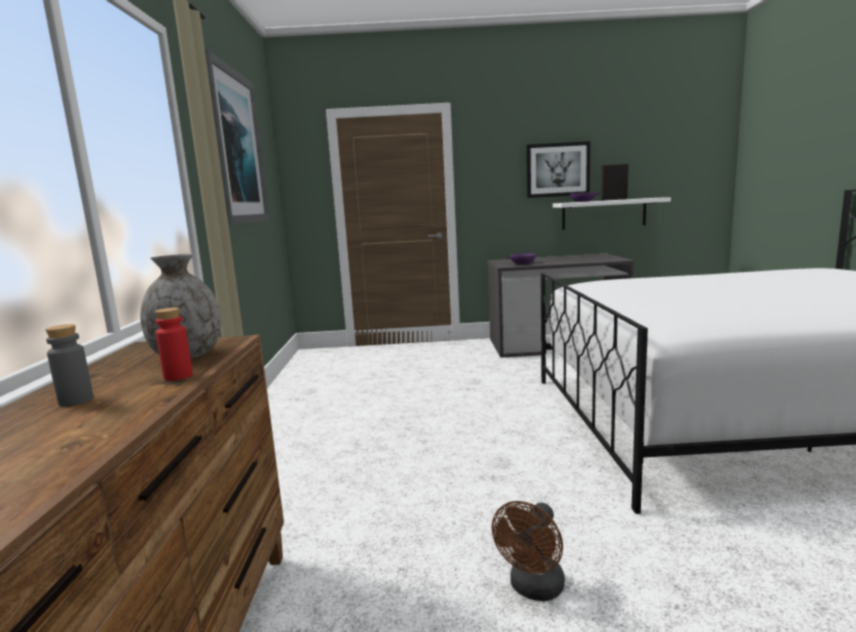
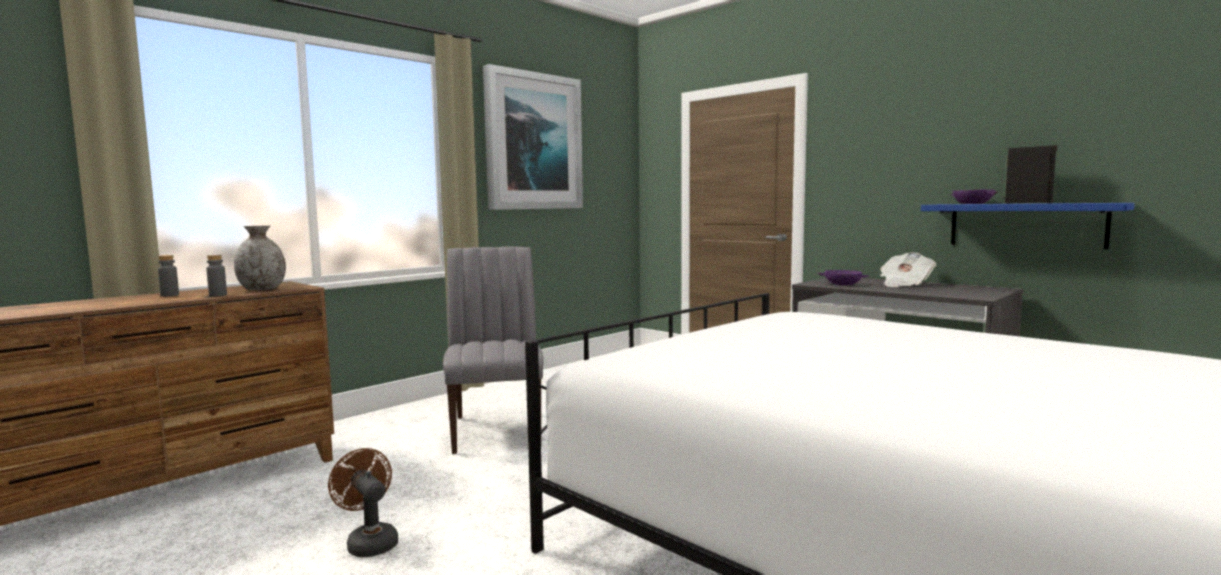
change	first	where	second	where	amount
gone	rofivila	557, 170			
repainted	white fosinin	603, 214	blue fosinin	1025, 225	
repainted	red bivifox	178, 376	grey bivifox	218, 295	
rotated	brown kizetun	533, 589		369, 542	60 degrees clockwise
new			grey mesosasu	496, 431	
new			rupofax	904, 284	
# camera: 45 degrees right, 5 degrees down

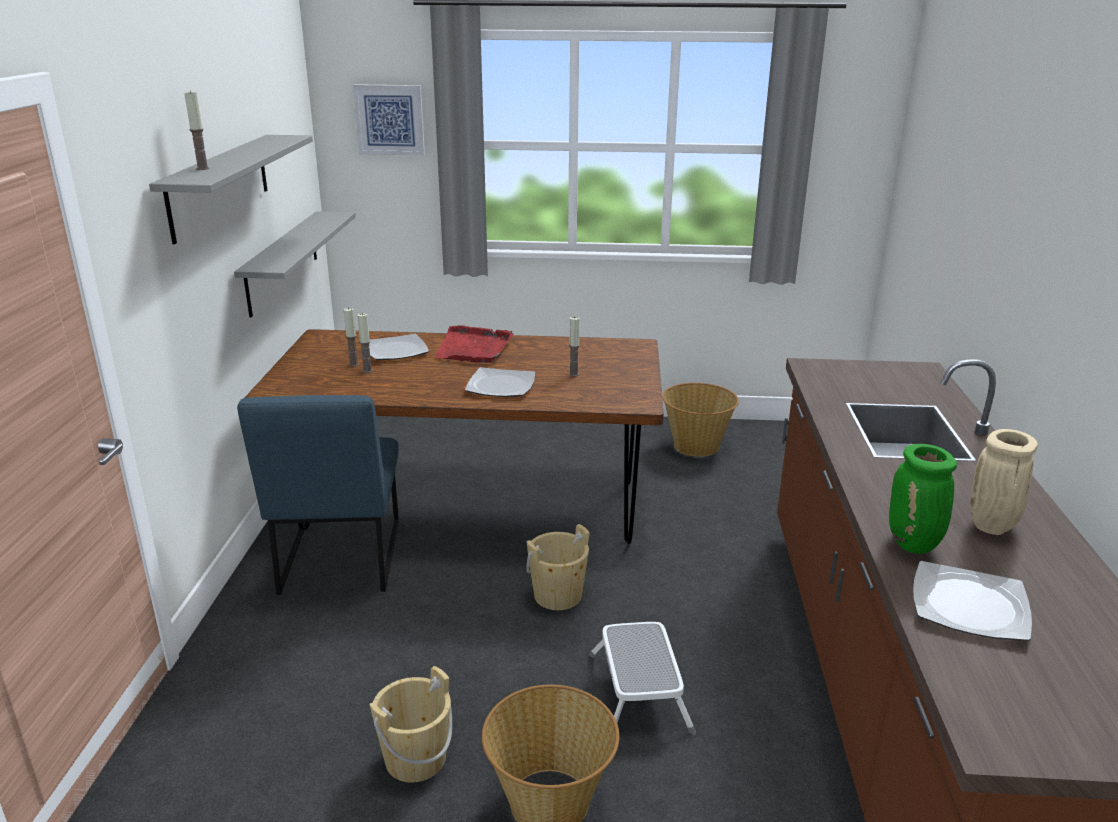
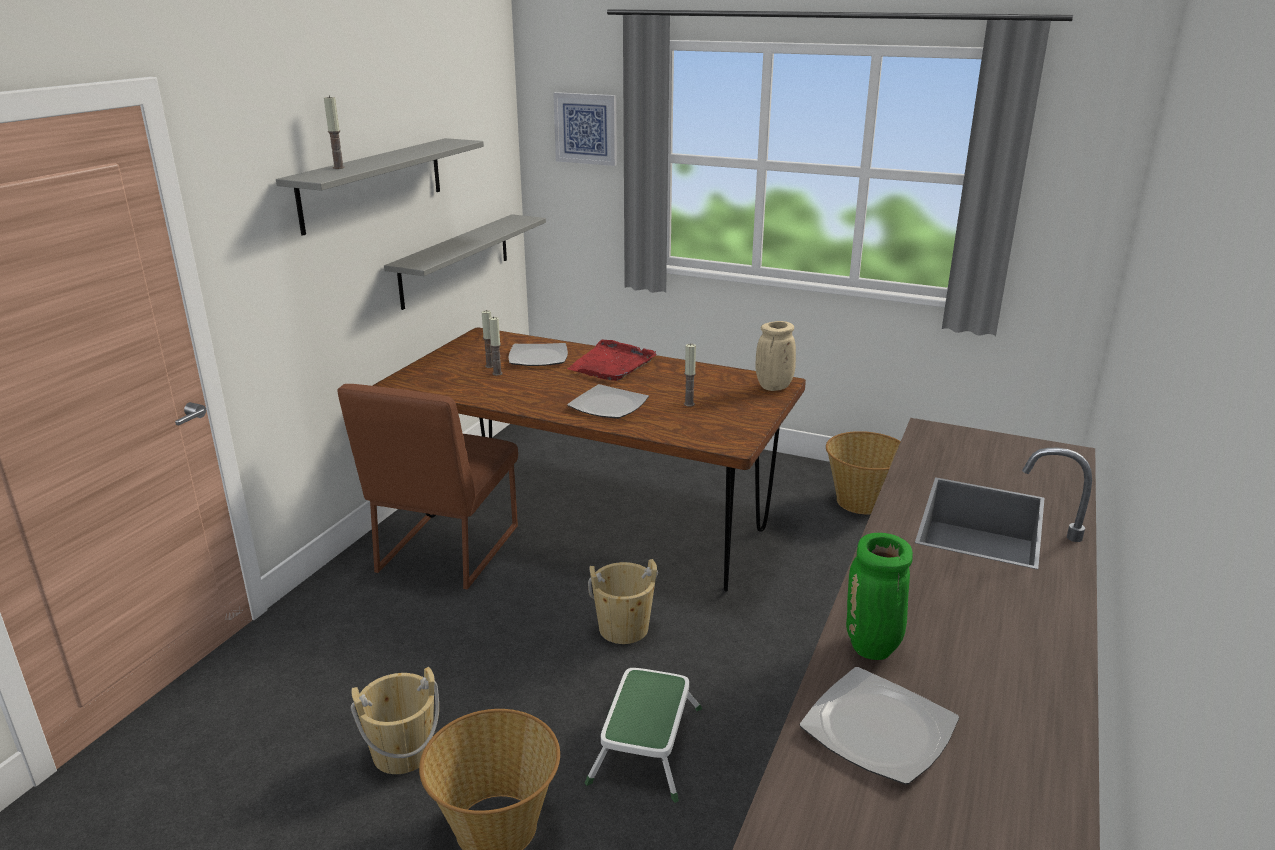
change	first	where	second	where	amount
repainted	blue mesosasu	339, 559	brown mesosasu	445, 550	
shifted	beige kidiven	992, 527		773, 388	
repainted	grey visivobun	638, 692	green visivobun	645, 744	
# camera: 20 degrees right, 0 degrees up

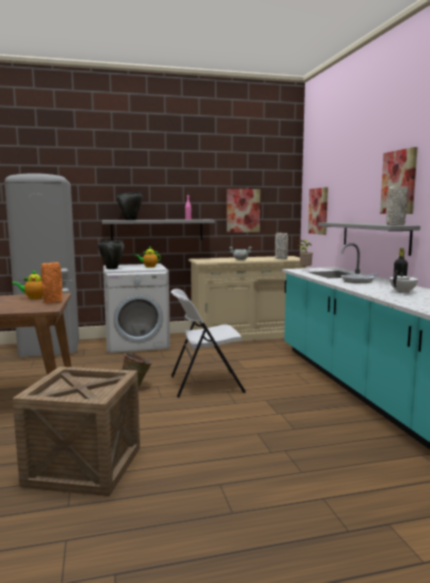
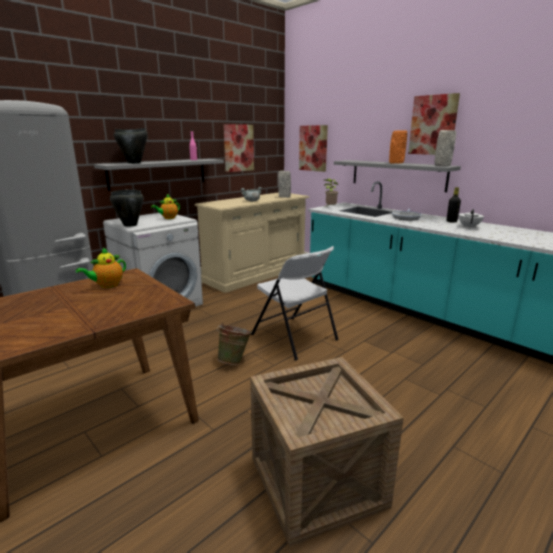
change	first	where	second	where	amount
shifted	orange kidiven	53, 301		396, 163	
rotated	white mesosasu	206, 384		294, 337	90 degrees counterclockwise
# camera: 30 degrees left, 10 degrees up

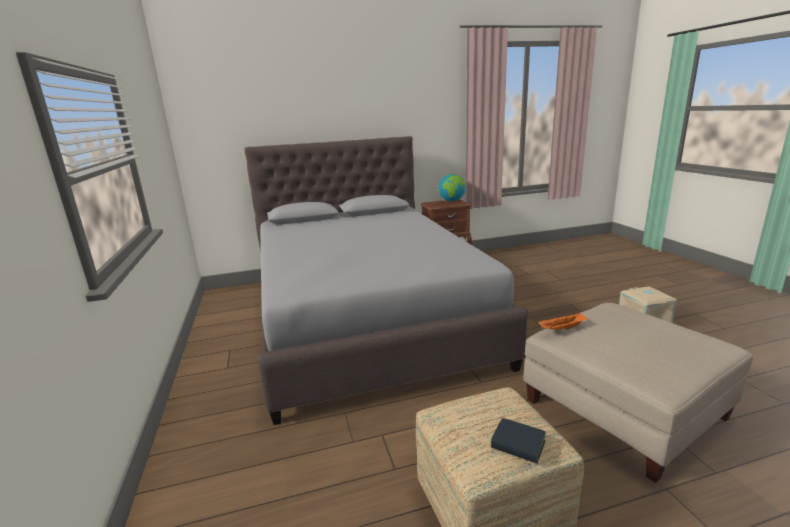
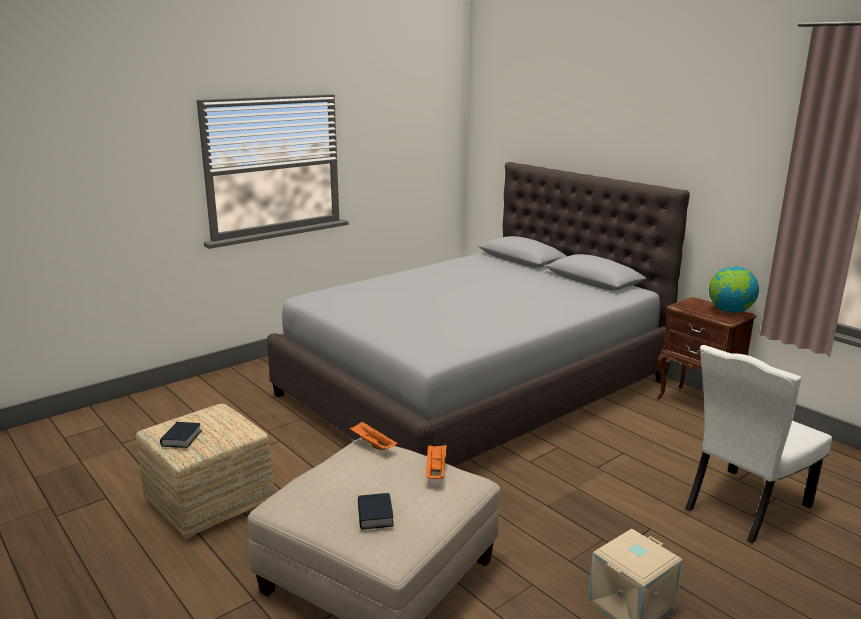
change	first	where	second	where	amount
new			white mesosasu	746, 505	
new			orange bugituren	435, 470	
new			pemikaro	375, 515	
# camera: 65 degrees right, 0 degrees up

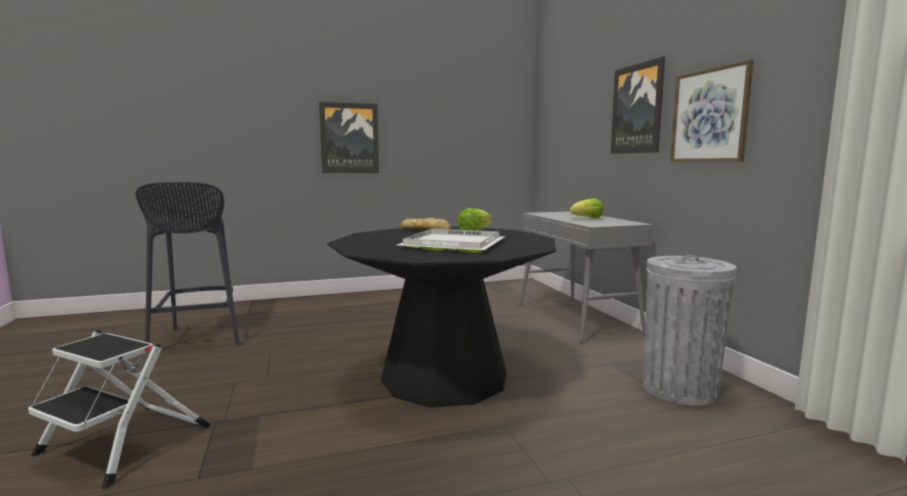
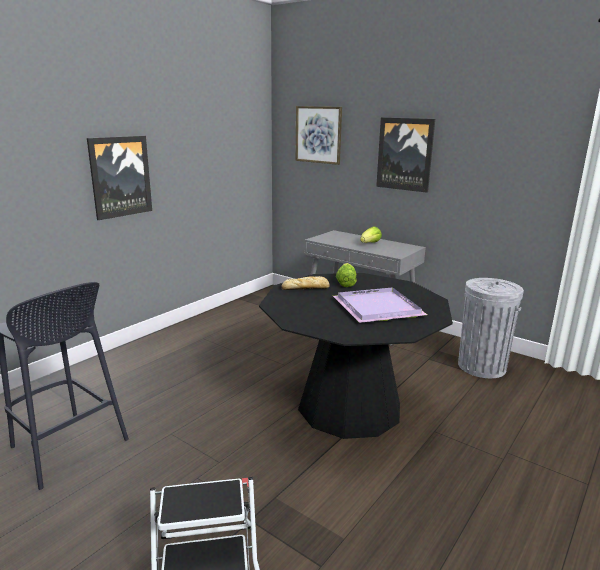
change	first	where	second	where	amount
shifted	rofivila	709, 116		318, 134	
repainted	white bugituren	454, 245	purple bugituren	379, 308	
# camera: 35 degrees left, 10 degrees up

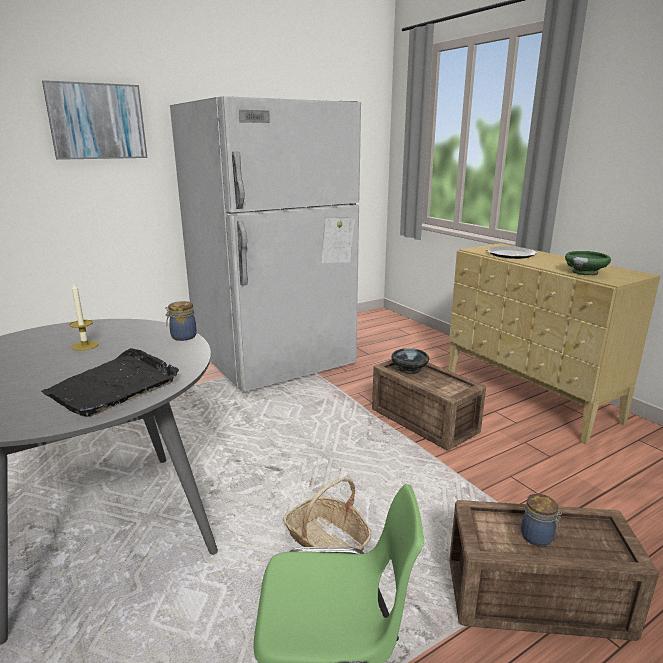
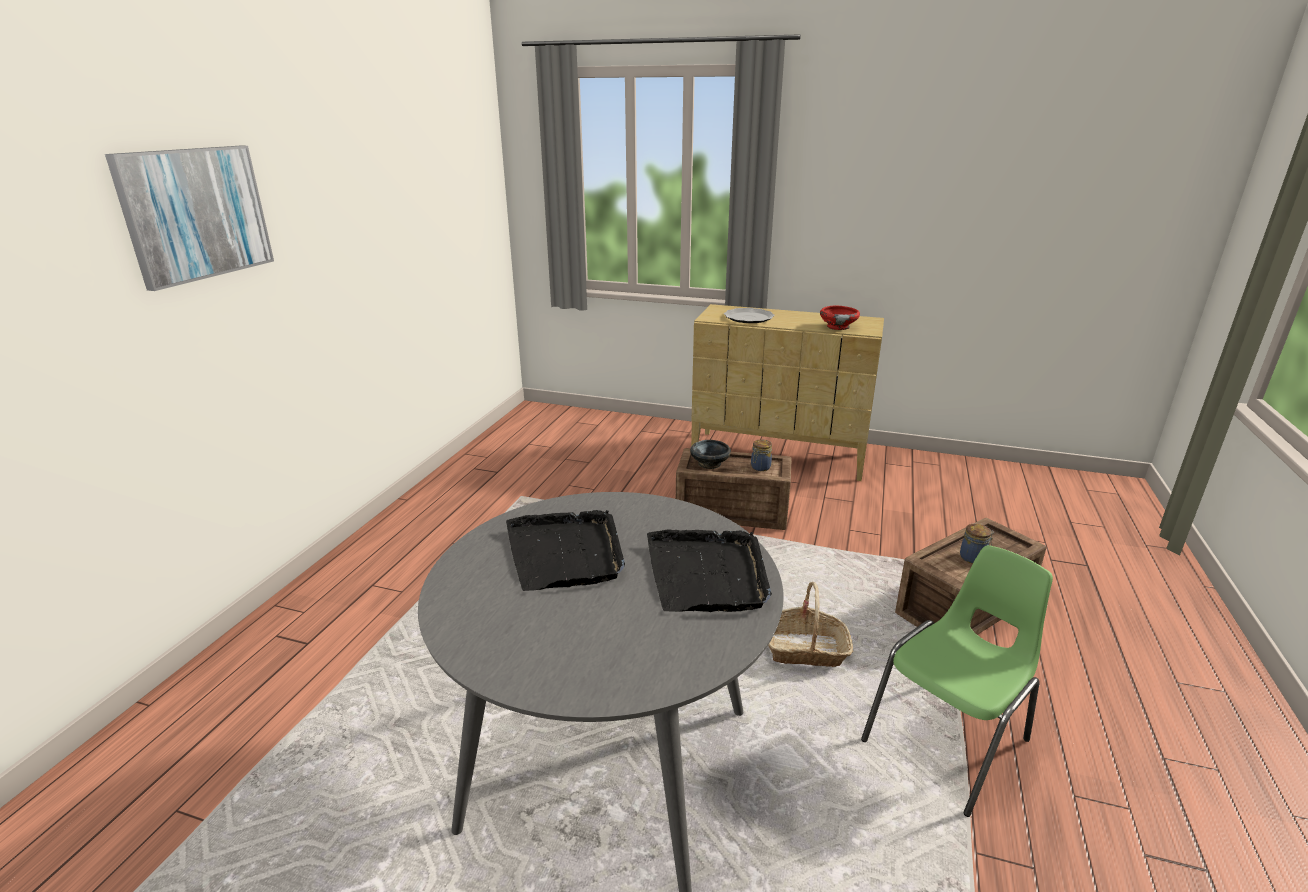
change	first	where	second	where	amount
gone	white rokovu	274, 356			
repainted	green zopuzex	585, 272	red zopuzex	838, 327	
swapped	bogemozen	85, 346	black bugituren	566, 553	
shifted	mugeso	182, 337		760, 467	
# camera: 40 degrees left, 5 degrees up

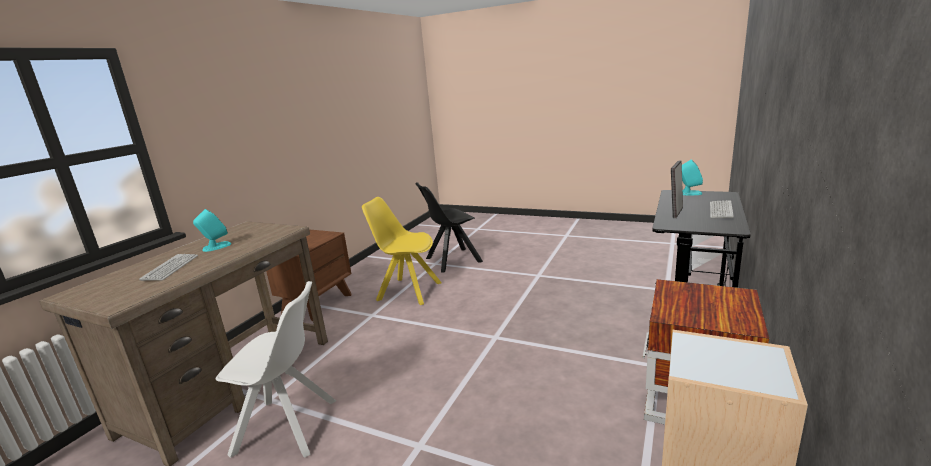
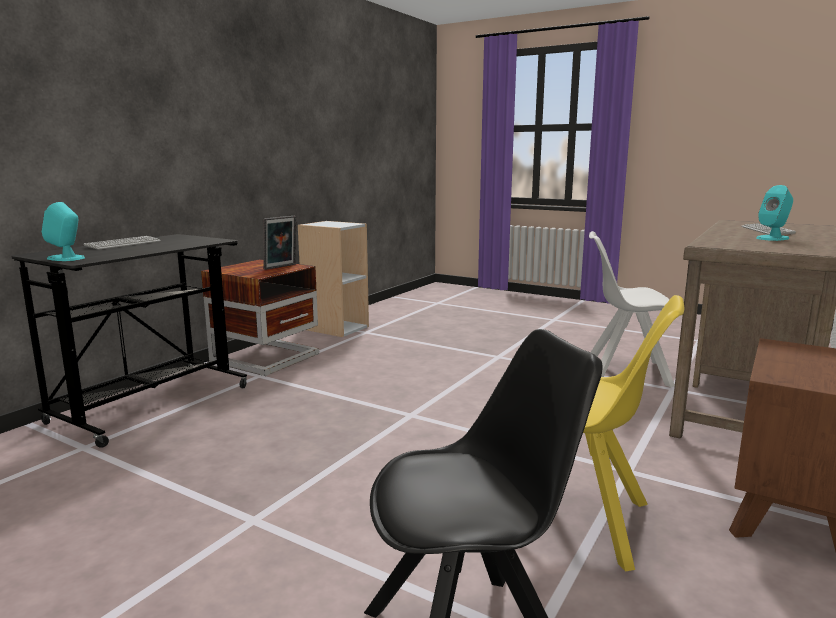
change	first	where	second	where	amount
shifted	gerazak	675, 212		281, 267	
# camera: 175 degrees left, 5 degrees down

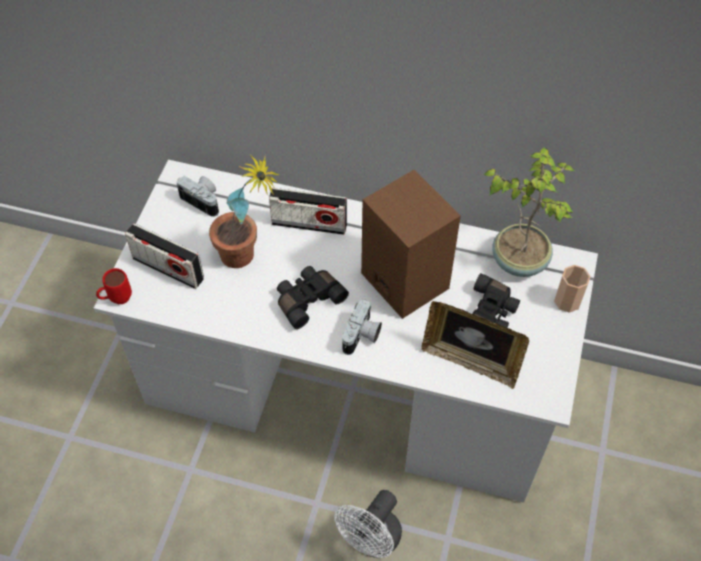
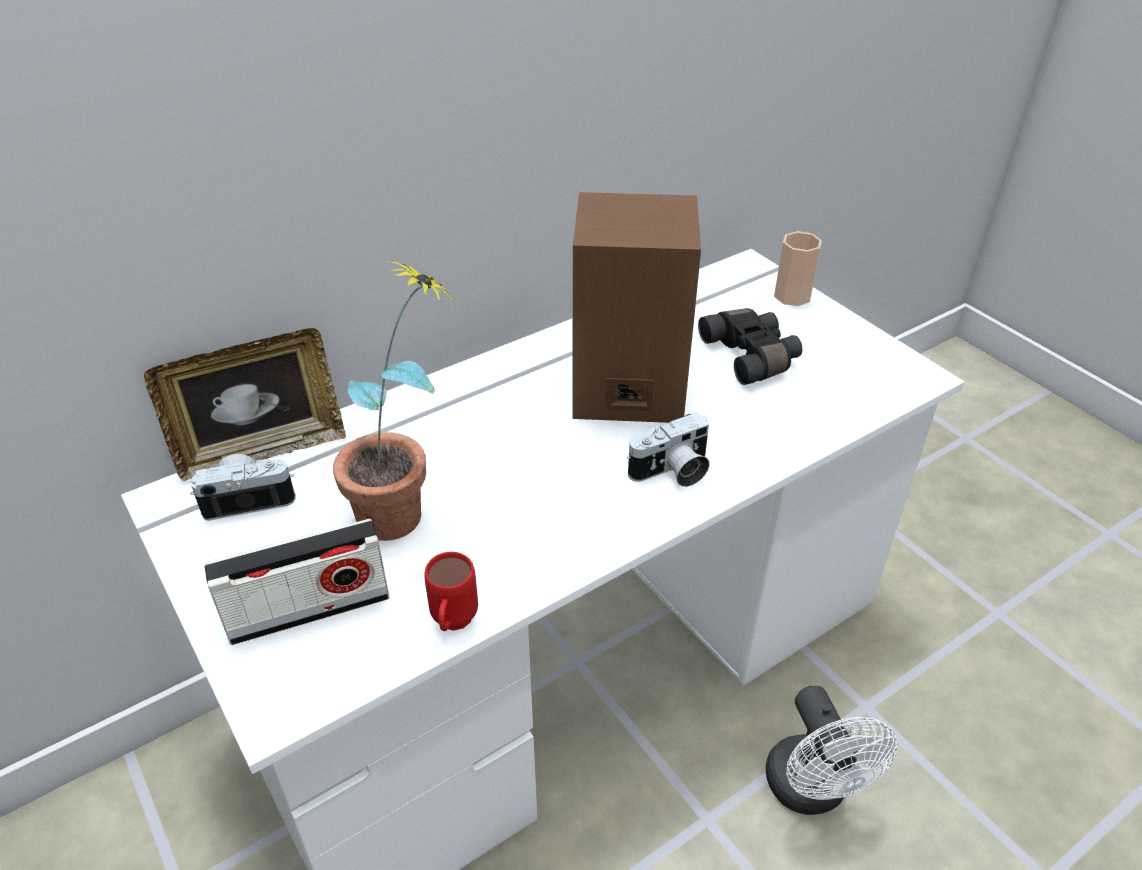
change	first	where	second	where	amount
gone	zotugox	519, 259			
gone	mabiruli	309, 224			
gone	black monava	308, 299			
shifted	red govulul	116, 299		452, 625	
rotated	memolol	362, 336		672, 472	90 degrees clockwise
shifted	gerazak	470, 361		262, 450	
# camera: 50 degrees left, 15 degrees down

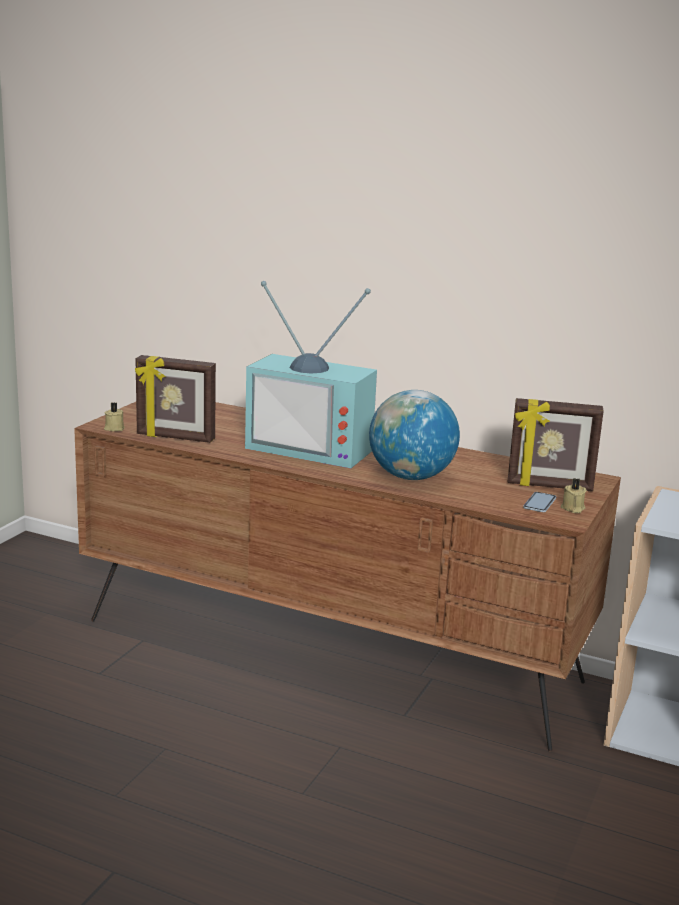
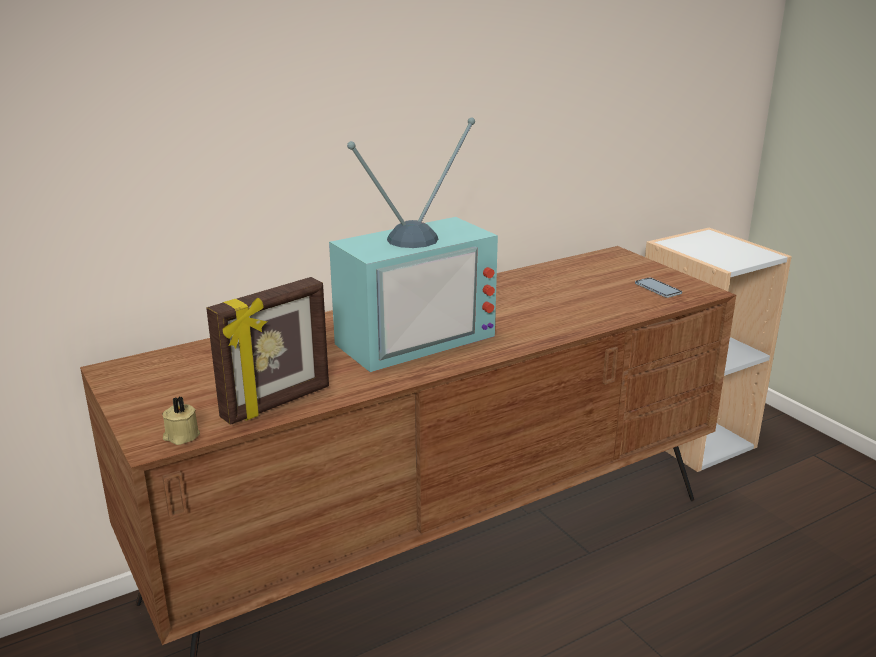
change	first	where	second	where	amount
gone	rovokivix	411, 477			
gone	gerazak	549, 486			
gone	beige bogemozen	572, 508			
# camera: 55 degrees left, 5 degrees up

